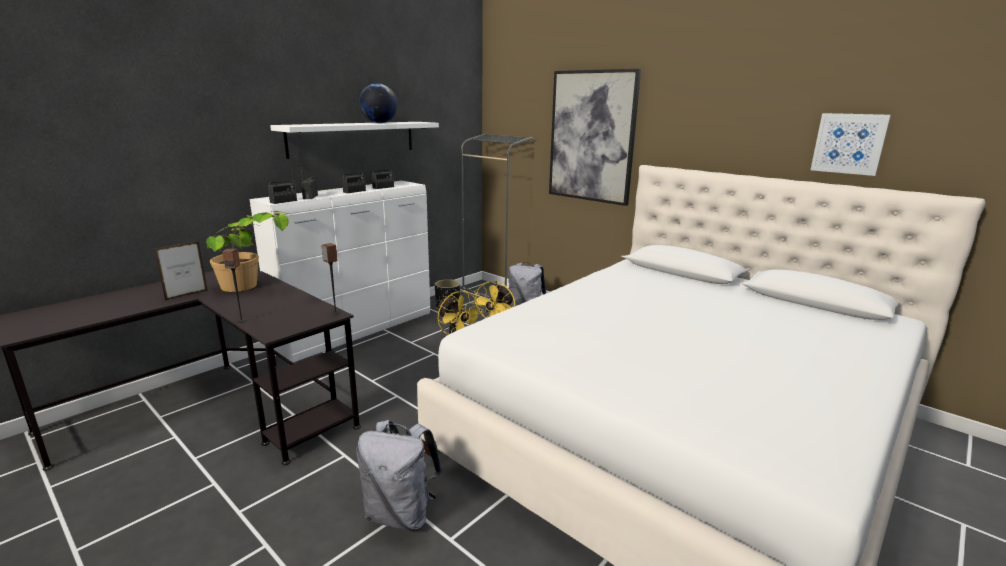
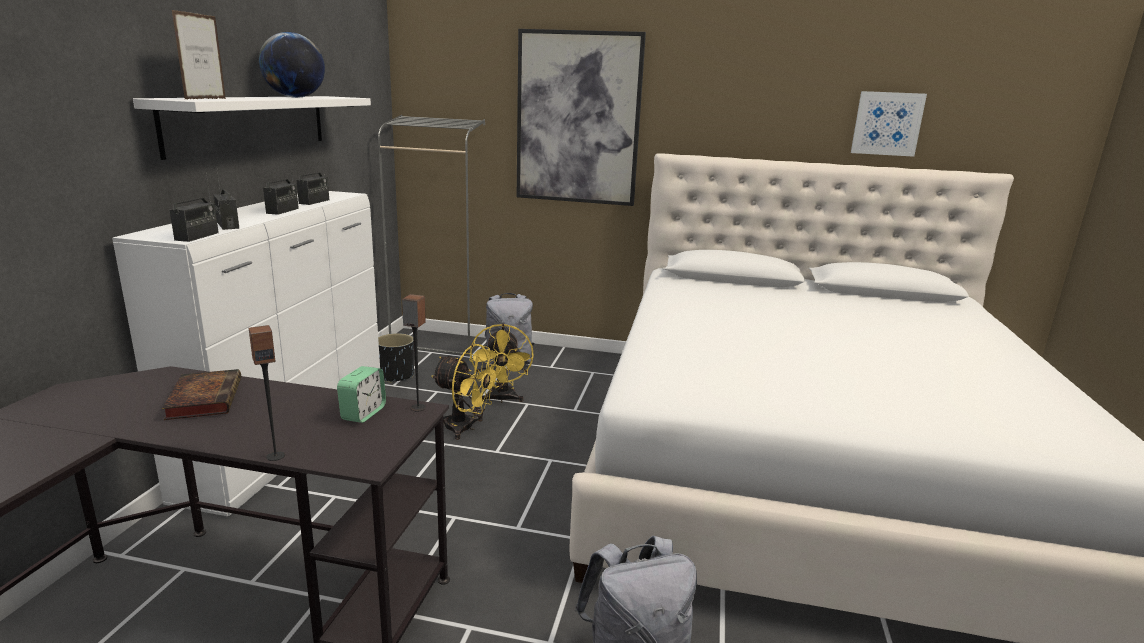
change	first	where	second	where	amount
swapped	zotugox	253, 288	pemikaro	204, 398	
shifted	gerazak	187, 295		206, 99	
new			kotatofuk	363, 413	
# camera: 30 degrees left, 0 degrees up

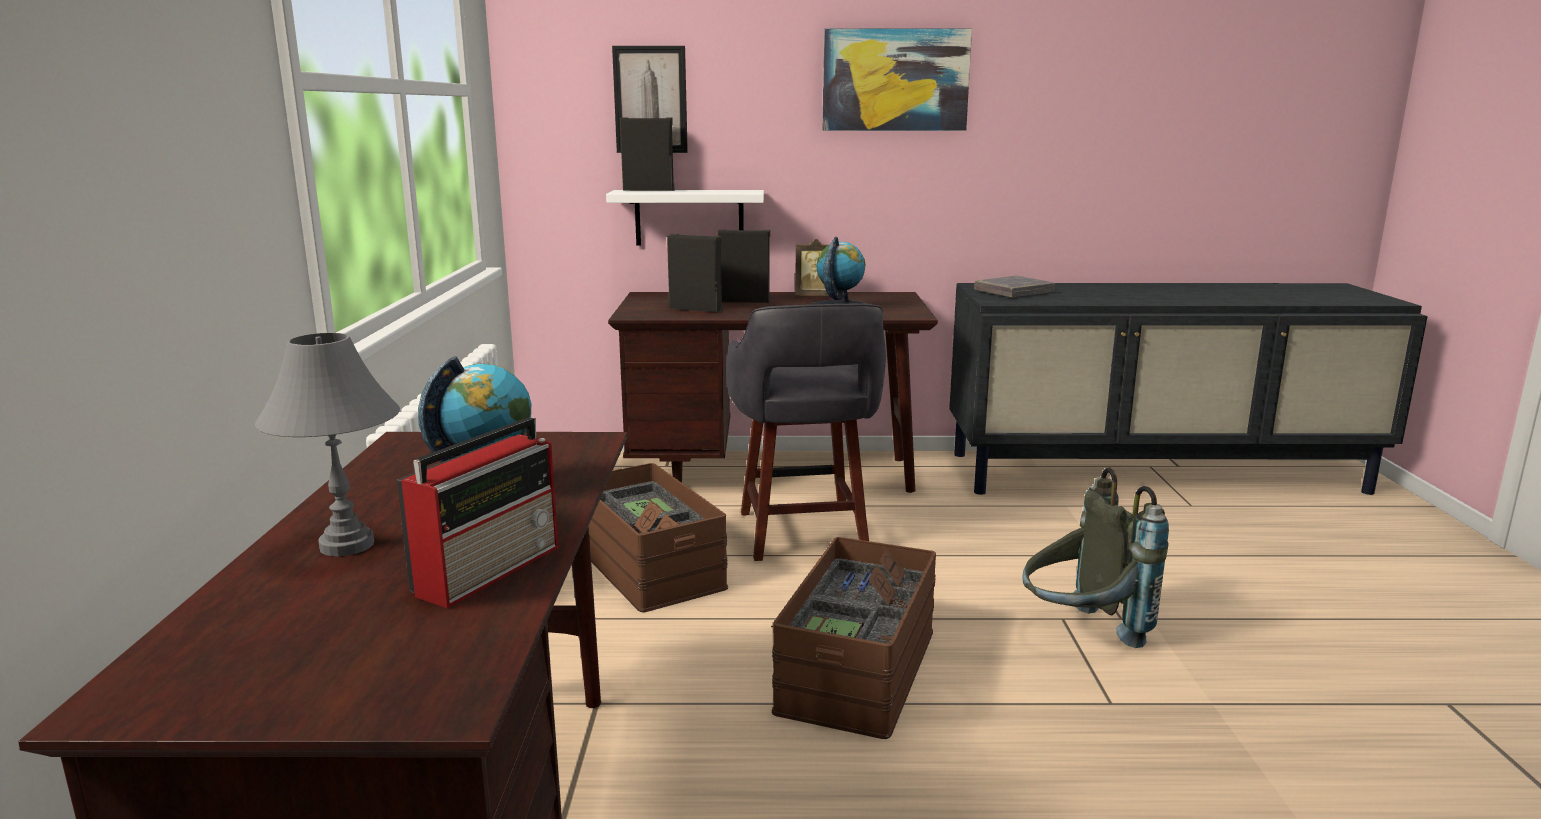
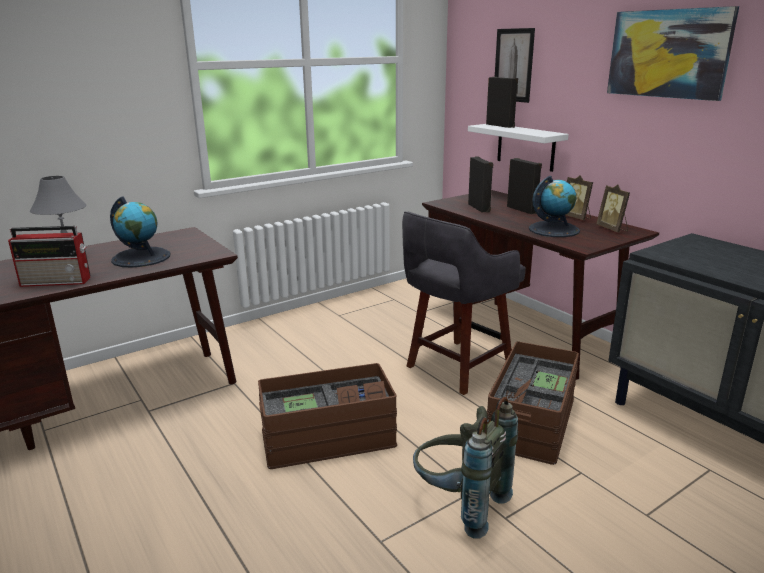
change	first	where	second	where	amount
gone	grey pemikaro	1014, 292			
shifted	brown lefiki	651, 566		532, 421	
new			gerazak	612, 229	
# camera: 55 degrees right, 5 degrees up

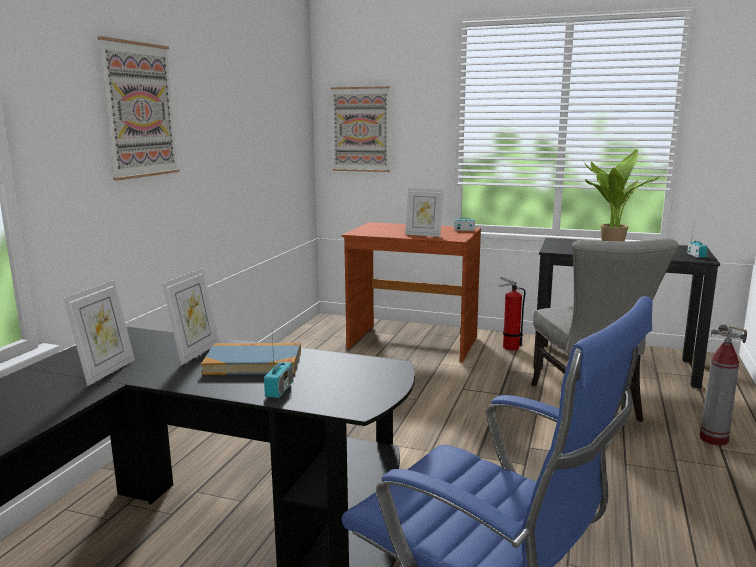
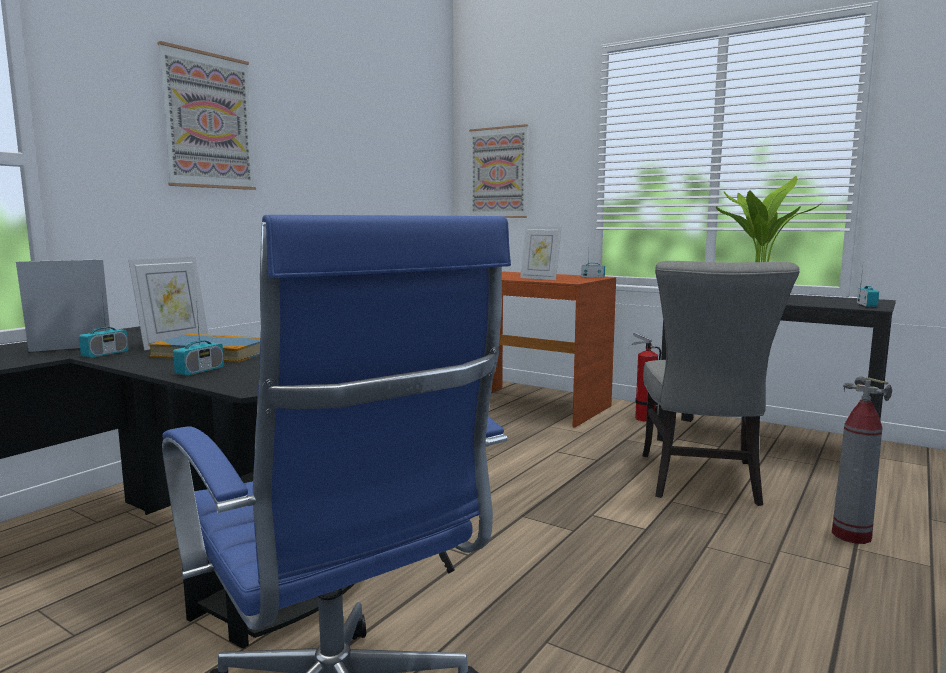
change	first	where	second	where	amount
rotated	gerazak	106, 371		70, 349	150 degrees counterclockwise
new			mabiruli	105, 354	
# camera: 15 degrees right, 5 degrees down

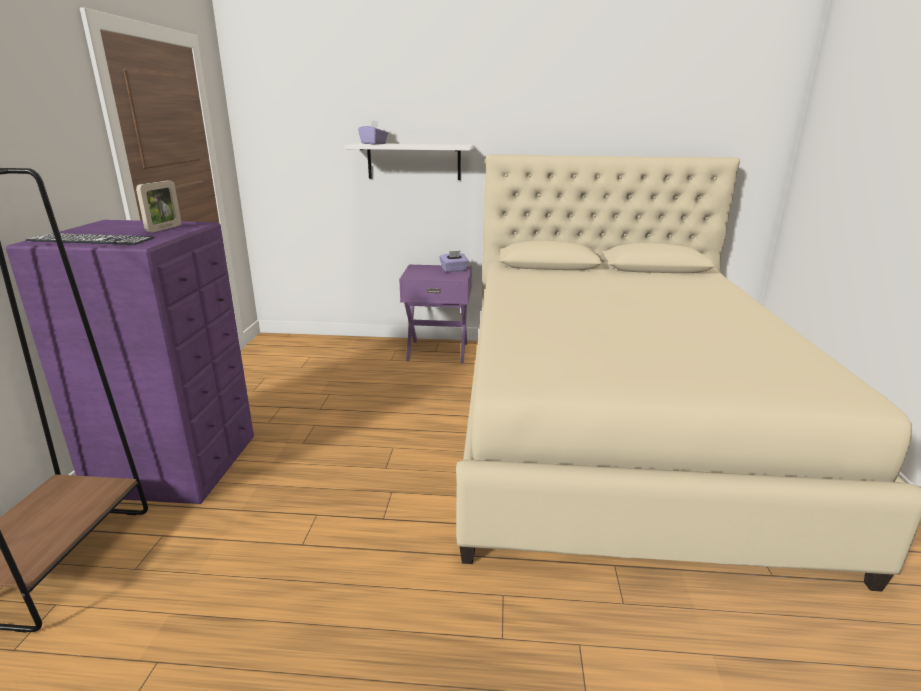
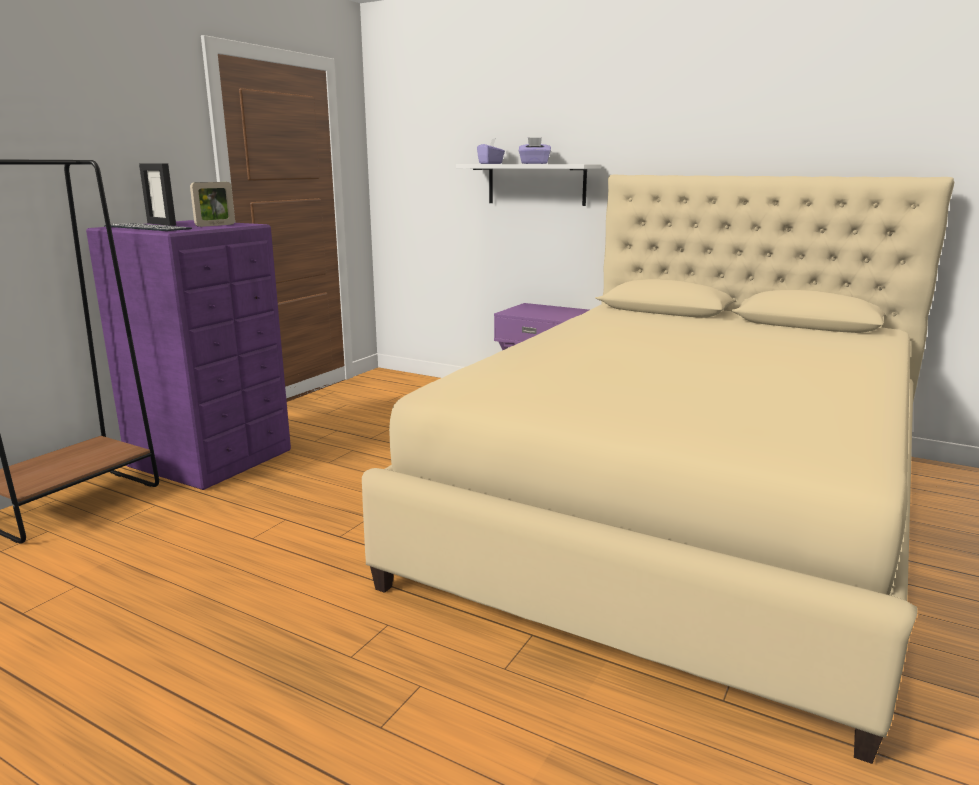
change	first	where	second	where	amount
shifted	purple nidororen	454, 270		534, 163	
new			gerazak	162, 224	
# camera: 25 degrees right, 5 degrees down

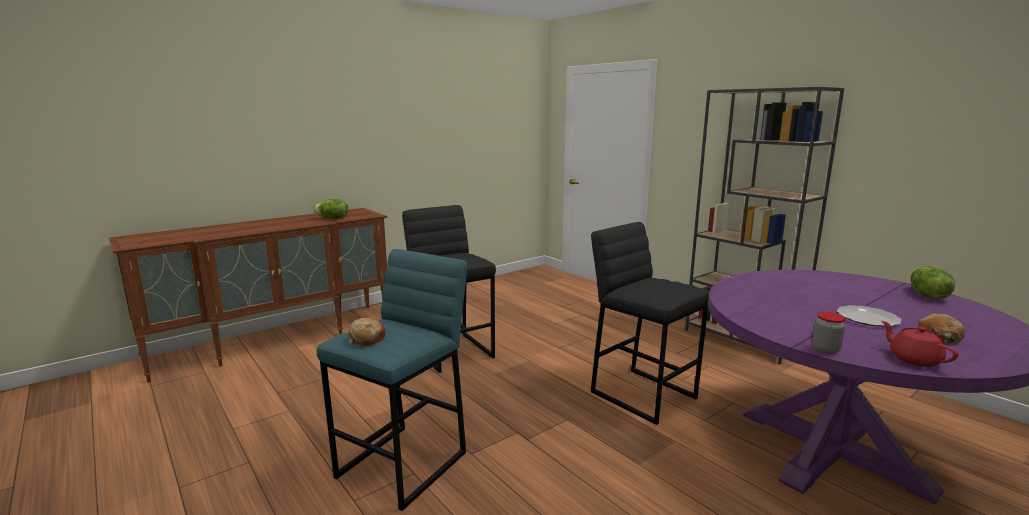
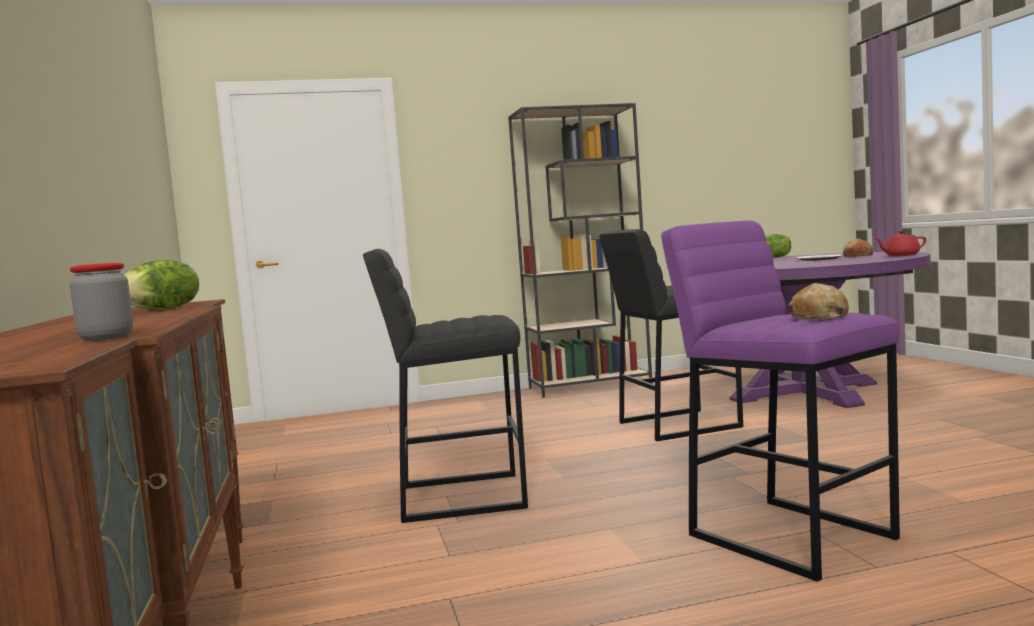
change	first	where	second	where	amount
repainted	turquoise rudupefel	404, 463	purple rudupefel	786, 535	
shifted	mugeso	825, 350		106, 338	
# camera: 65 degrees left, 10 degrees down

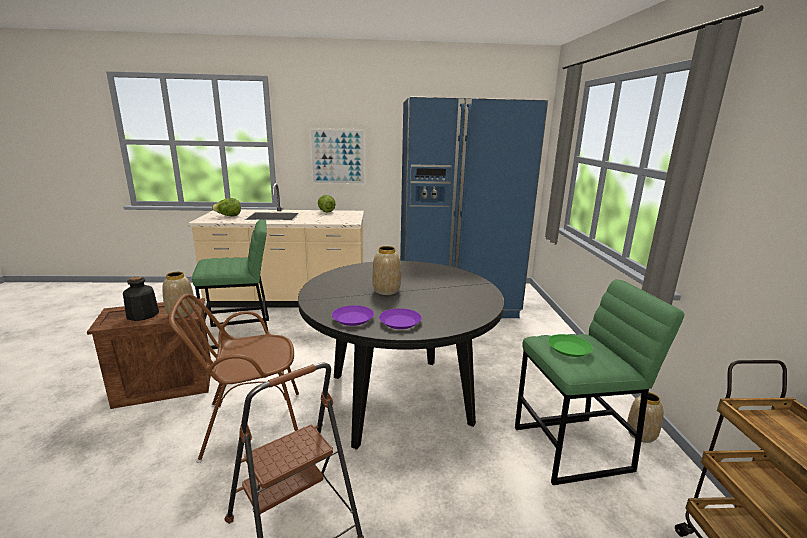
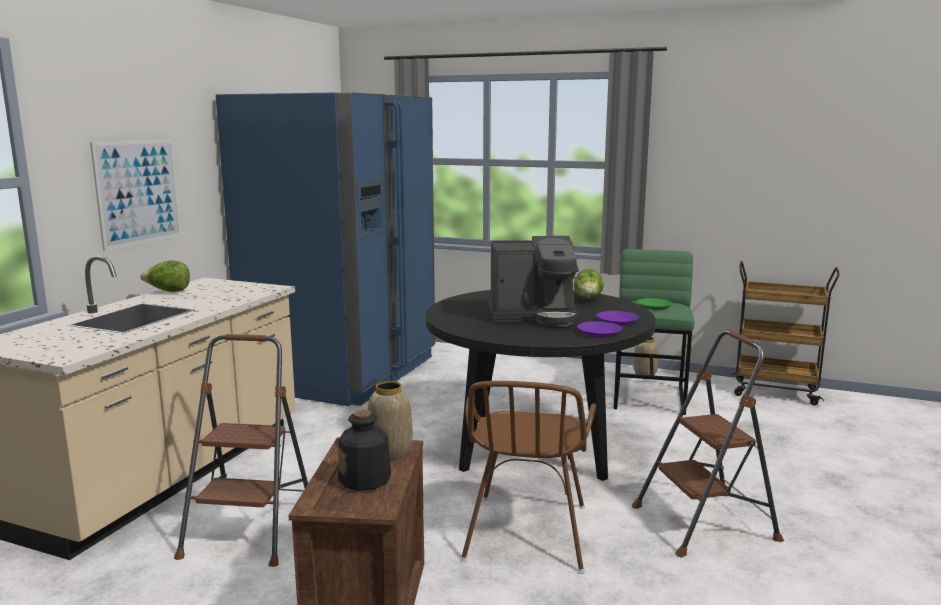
change	first	where	second	where	amount
shifted	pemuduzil	228, 216		588, 299	
swapped	green rudupefel	241, 333	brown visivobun	251, 527	
swapped	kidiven	387, 291	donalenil	534, 316	
# camera: 65 degrees left, 5 degrees down

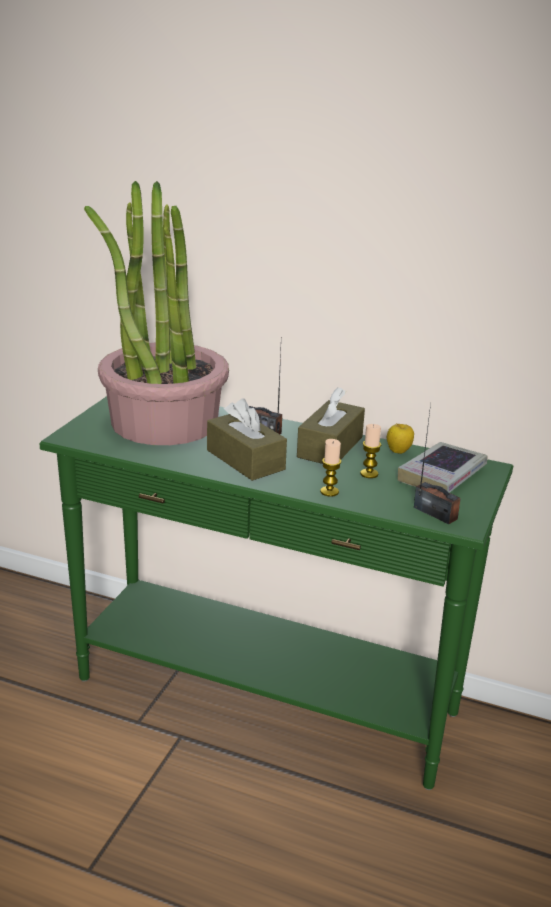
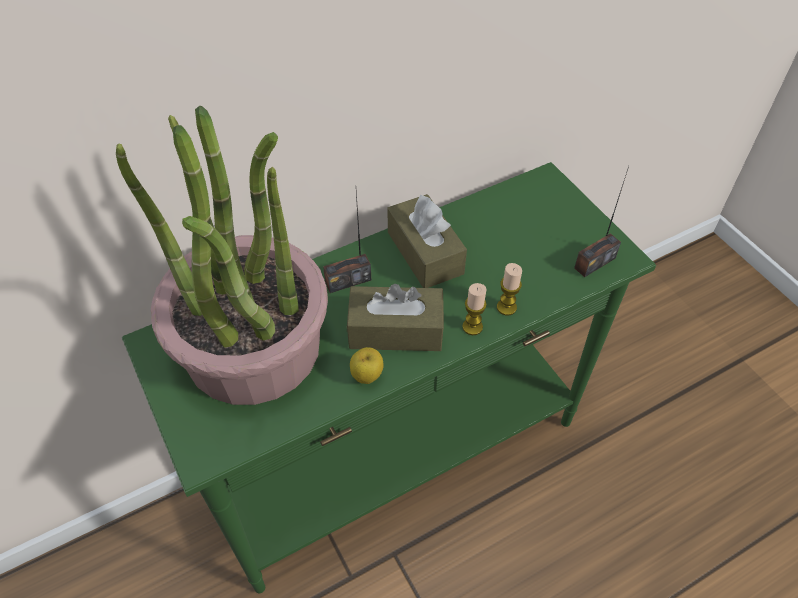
change	first	where	second	where	amount
rotated	mabiruli	435, 513		594, 262	150 degrees clockwise
shifted	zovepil	398, 452		367, 377	
shifted	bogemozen	369, 474		472, 327	
gone	pemikaro	442, 475			
# camera: 50 degrees left, 25 degrees up

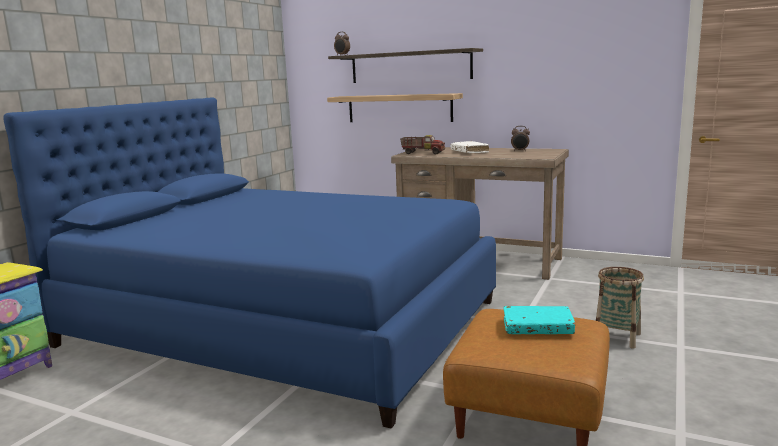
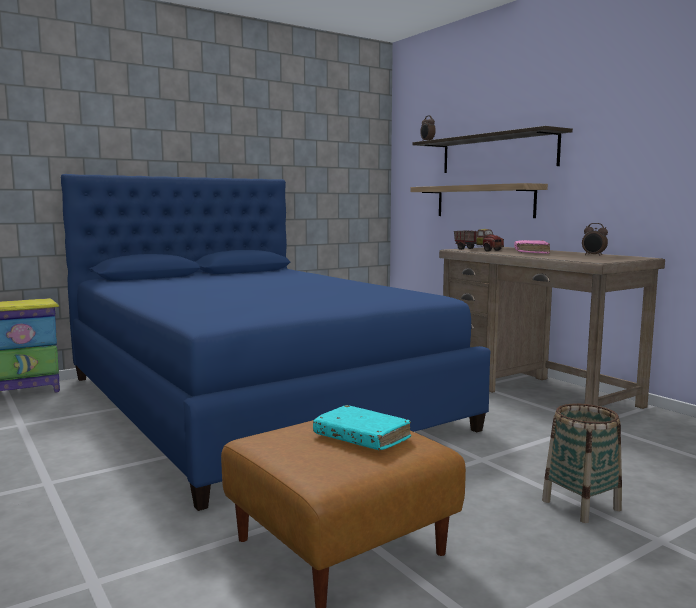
change	first	where	second	where	amount
repainted	white pemikaro	469, 152	pink pemikaro	531, 252	
# camera: 30 degrees right, 5 degrees down

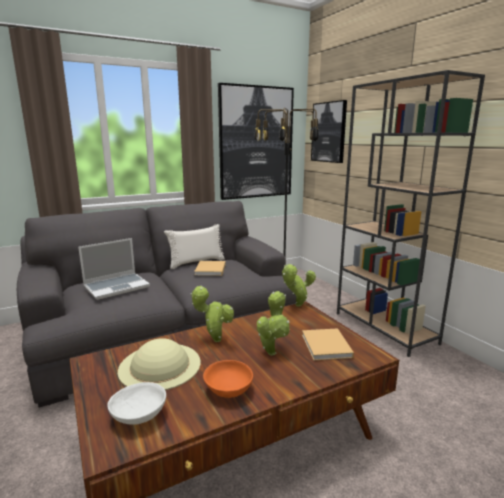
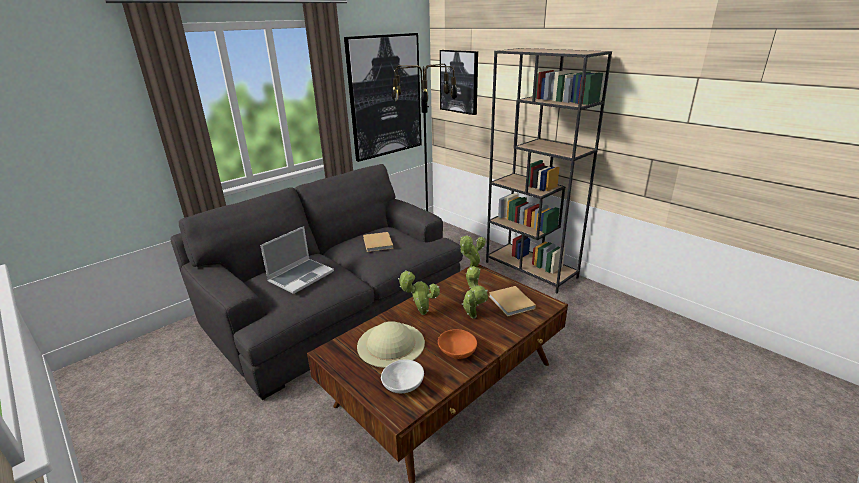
change	first	where	second	where	amount
gone	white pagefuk	196, 262			
# camera: 15 degrees left, 10 degrees up

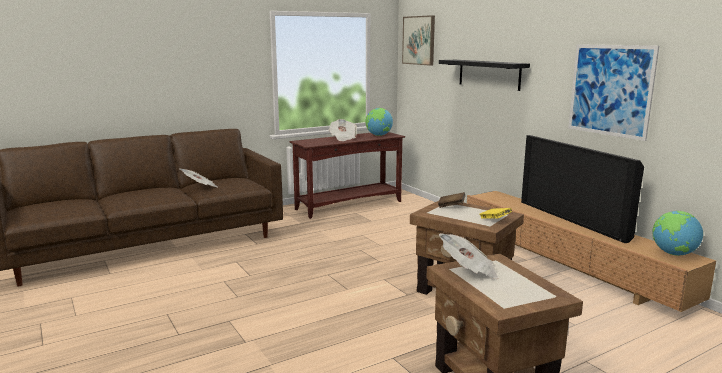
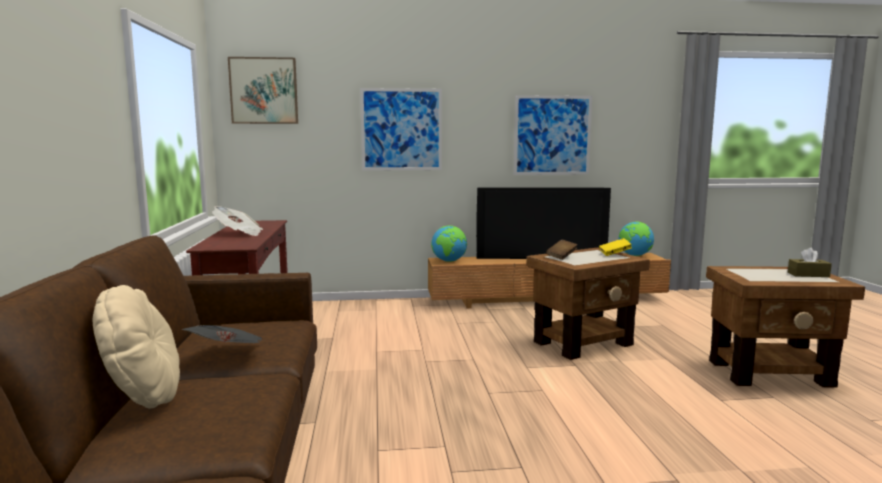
change	first	where	second	where	amount
swapped	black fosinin	489, 74	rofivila	401, 129	
shifted	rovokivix	378, 135		449, 261	
gone	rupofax	468, 271			
new			brown nidororen	808, 274	
new			beige pagefuk	144, 399	
# camera: 65 degrees left, 5 degrees down

